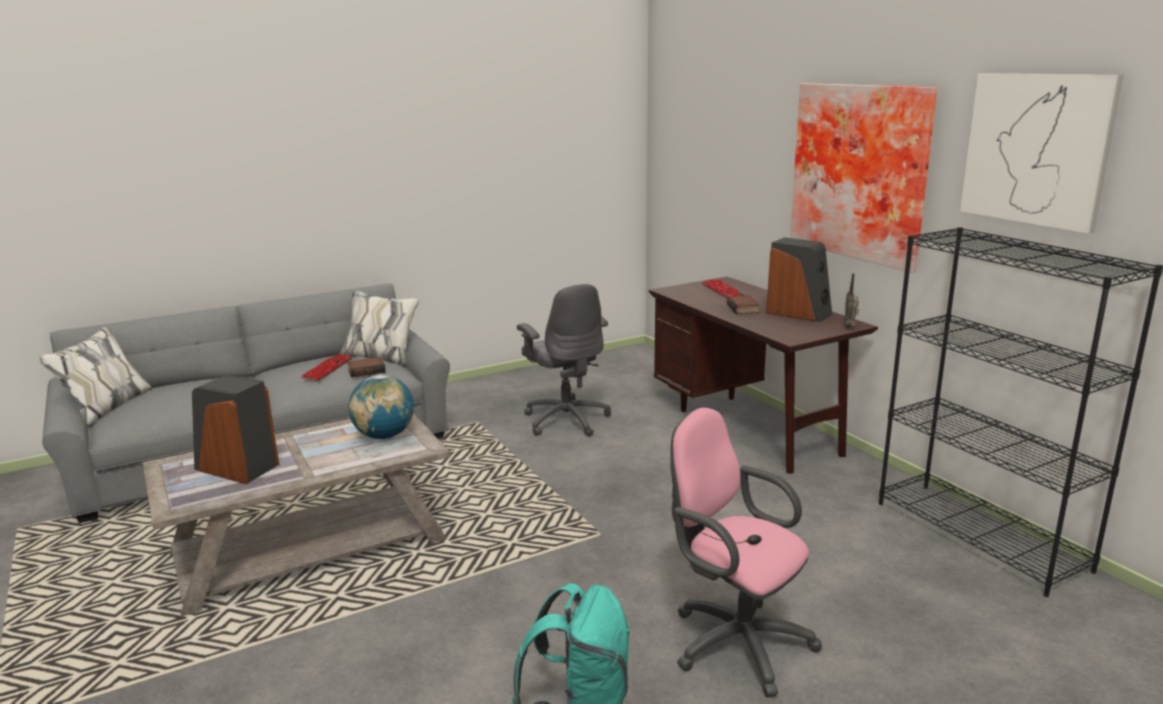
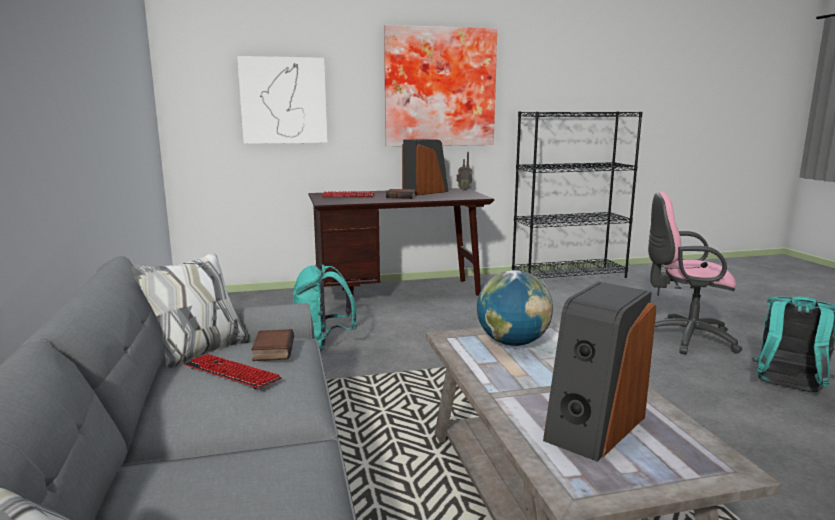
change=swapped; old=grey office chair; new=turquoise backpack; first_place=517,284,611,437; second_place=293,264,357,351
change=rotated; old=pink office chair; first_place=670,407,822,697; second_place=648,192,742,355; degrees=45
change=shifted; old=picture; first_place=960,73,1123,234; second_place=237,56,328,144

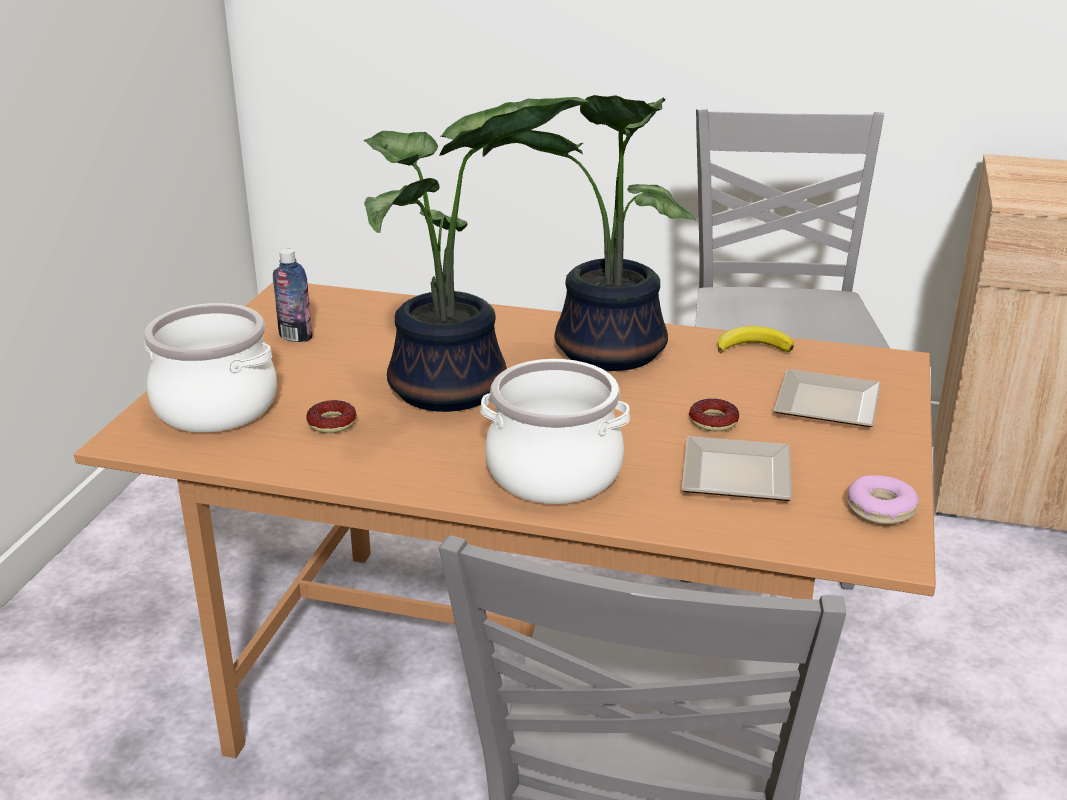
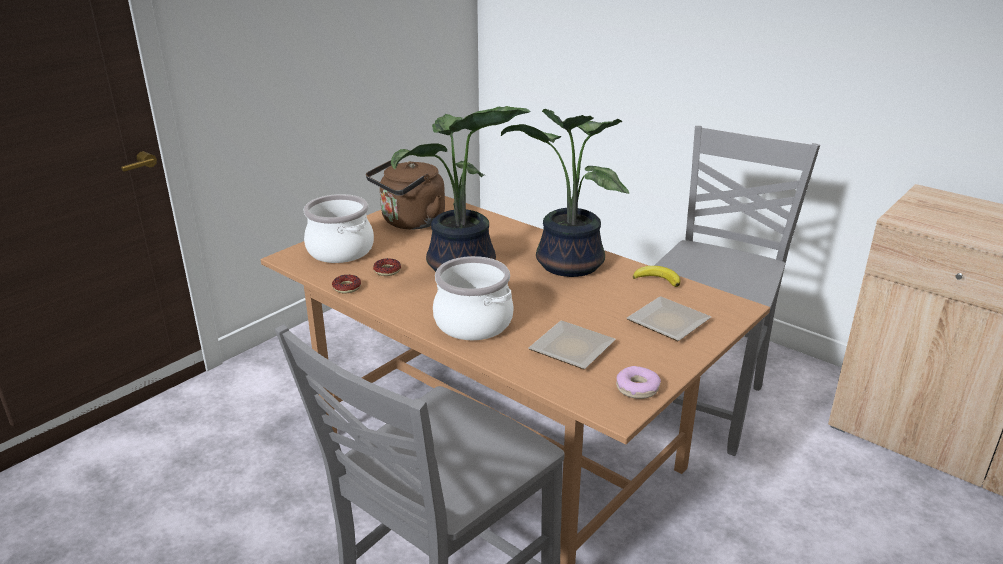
change=swapped; old=bottle; new=brown kettle; first_place=273,249,312,342; second_place=366,160,445,230
change=shifted; old=donut; first_place=689,399,739,432; second_place=332,275,361,293

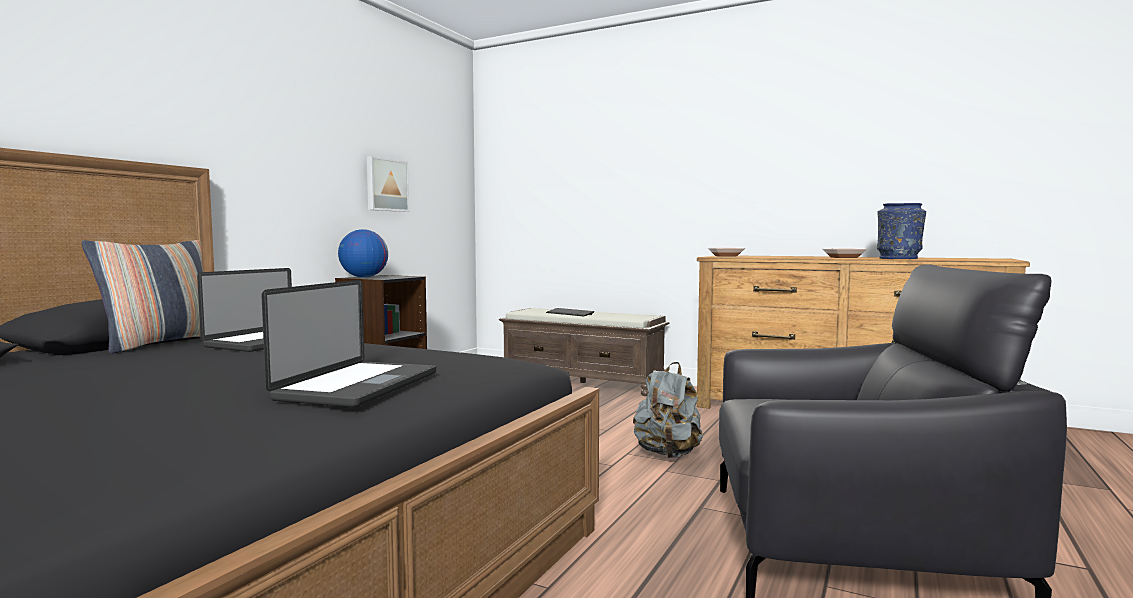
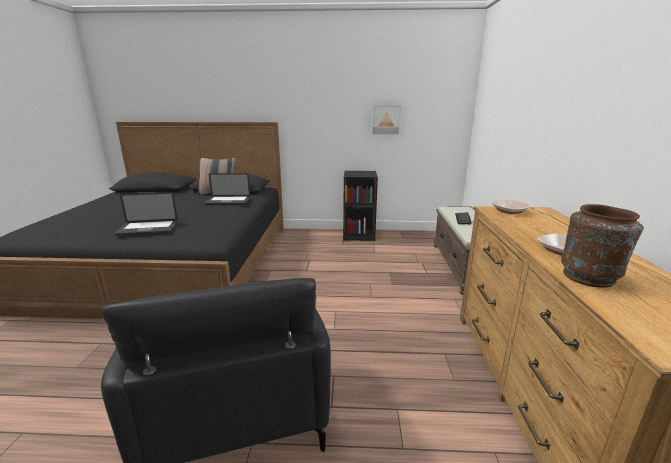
change=gone; old=globe; first_place=338,229,388,278
change=gone; old=grey backpack; first_place=633,362,703,458
change=repainted; old=blue vase; new=brown vase; first_place=877,203,926,259; second_place=561,204,644,287

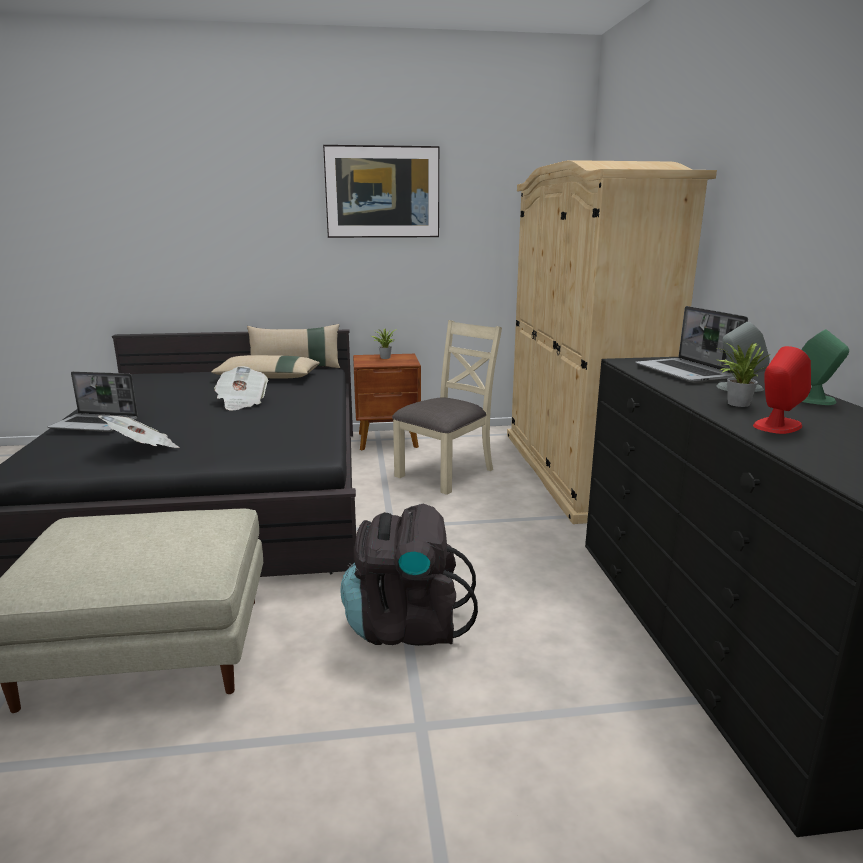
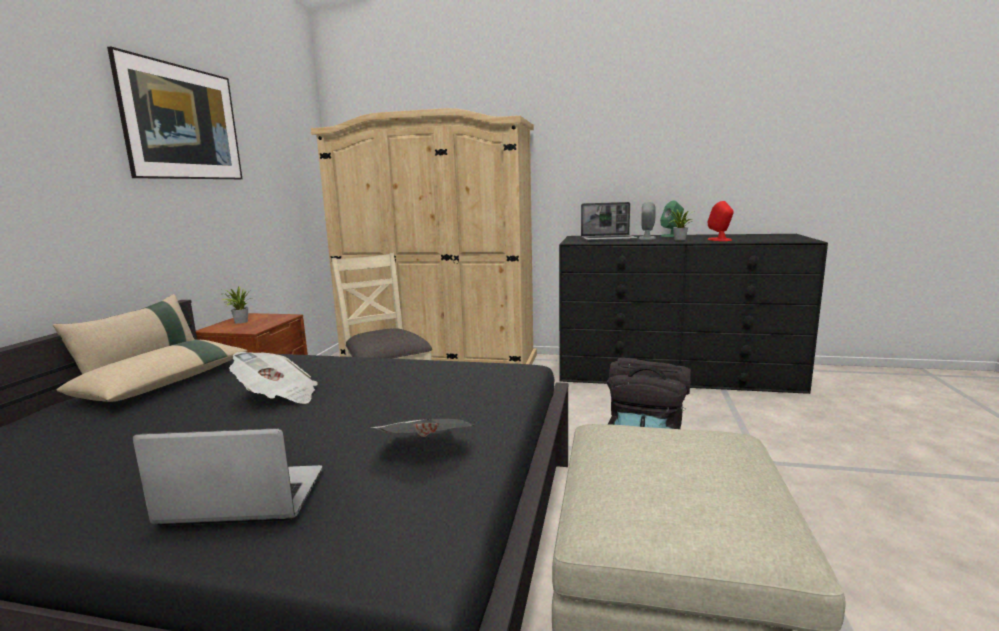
change=rotated; old=laptop; first_place=48,371,138,432; second_place=132,428,322,526; degrees=-120

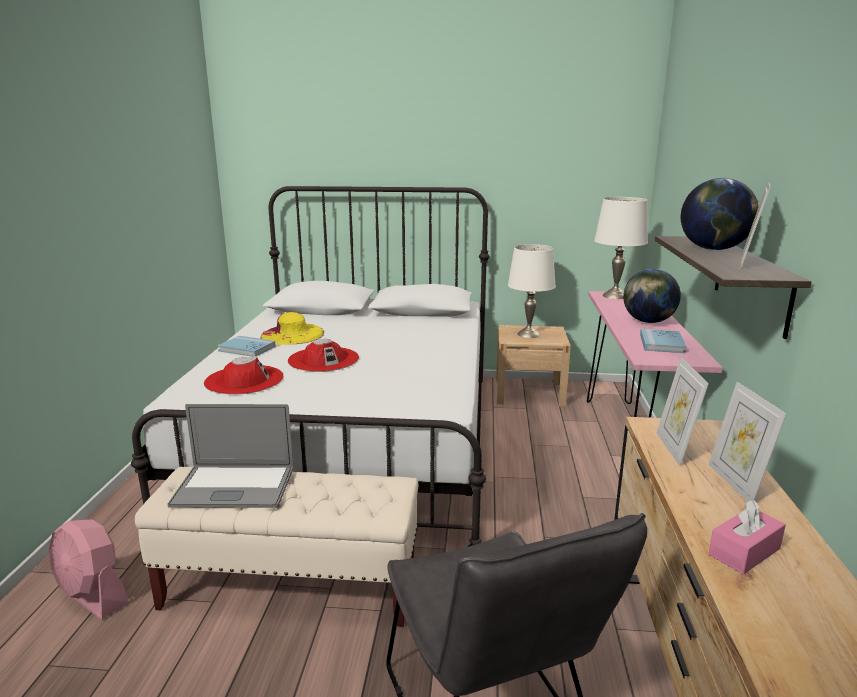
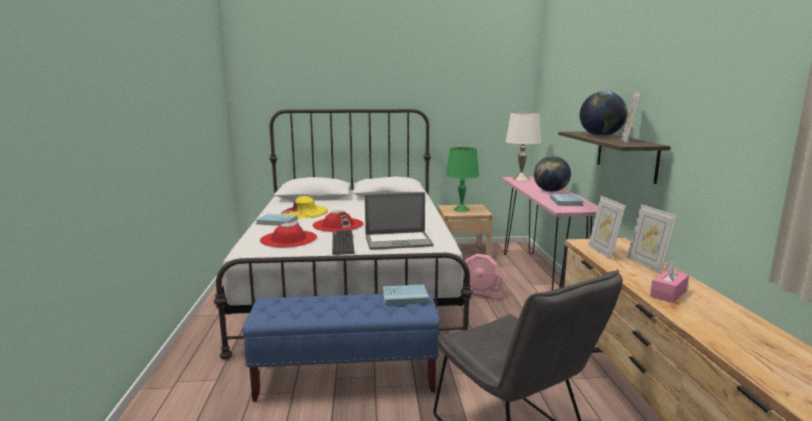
change=shifted; old=pink fan; first_place=49,519,129,620; second_place=464,254,504,300
change=repainted; old=beige bench; new=blue bench; first_place=135,467,418,627; second_place=243,292,440,402
change=shifted; old=laptop; first_place=167,404,293,508; second_place=365,192,434,250
change=repainted; old=white table lamp; new=green table lamp; first_place=508,244,556,338; second_place=446,147,479,212
change=new; new=keyboard; second_place=332,230,355,255
change=new; new=blue book; second_place=383,284,429,306

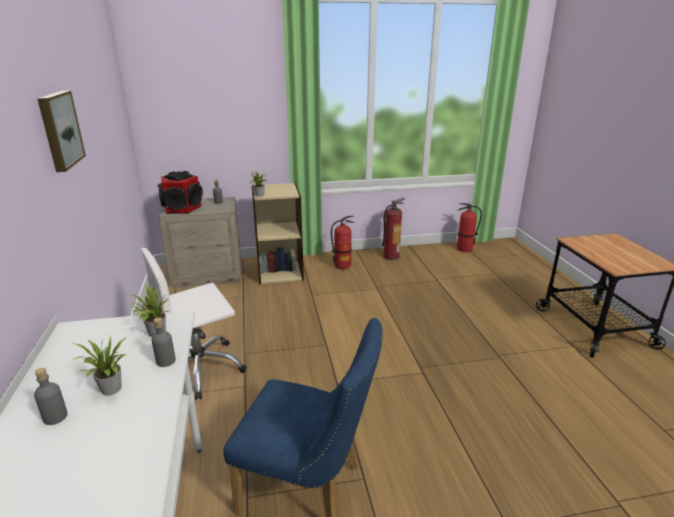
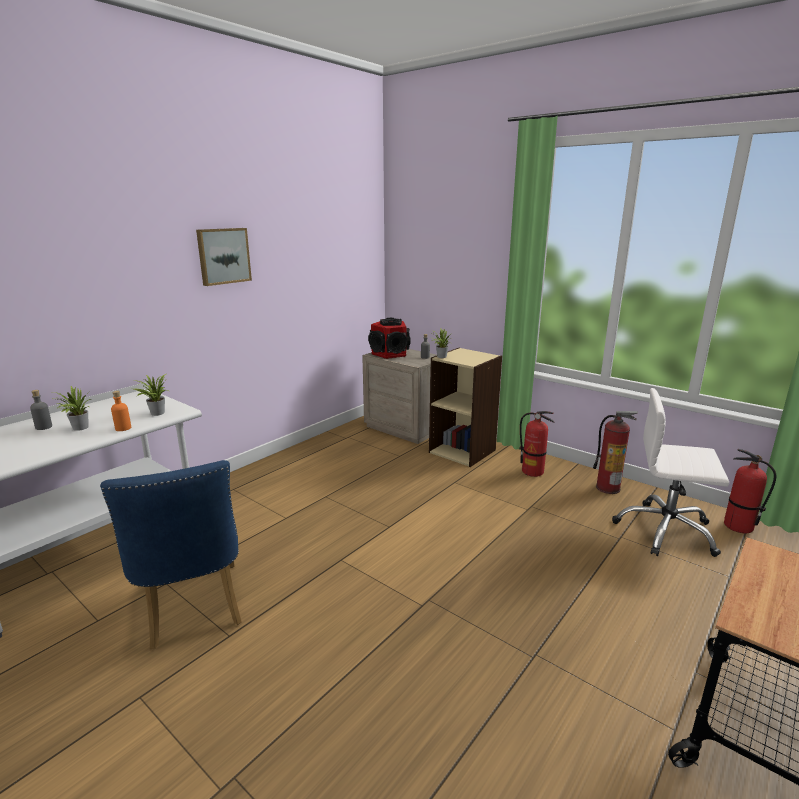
change=shifted; old=white office chair; first_place=141,248,247,400; second_place=612,388,729,557
change=repainted; old=grey bottle; new=orange bottle; first_place=152,317,176,367; second_place=111,391,131,431

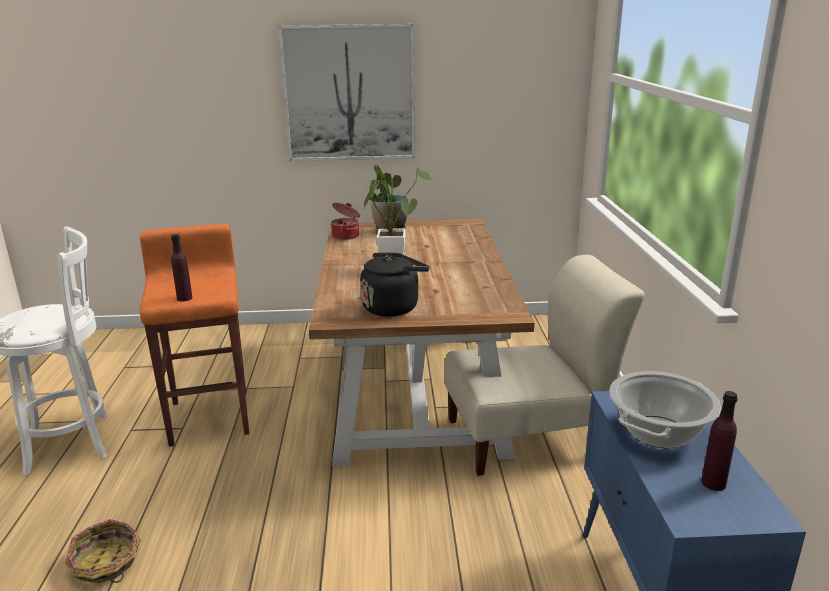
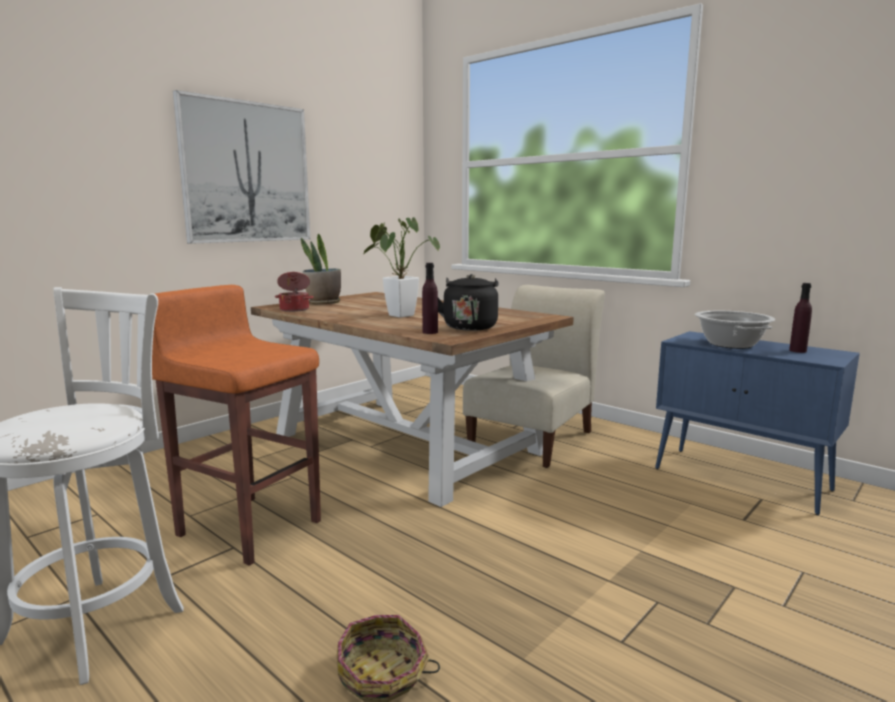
change=shifted; old=purple bottle; first_place=171,234,193,302; second_place=422,263,438,334

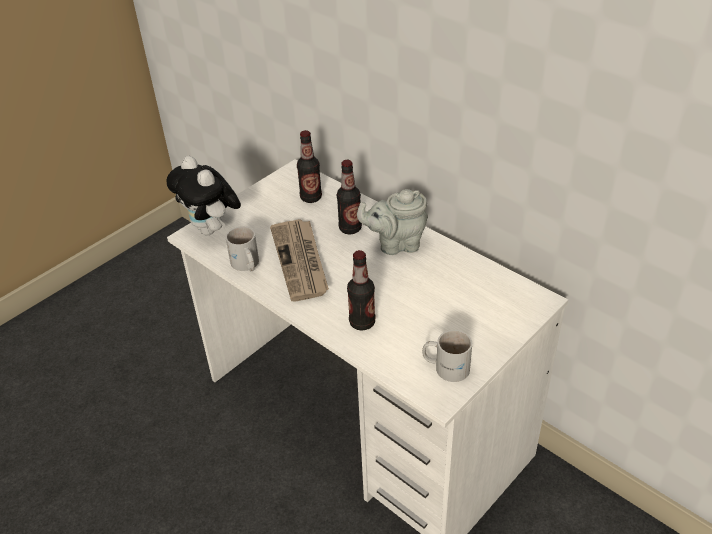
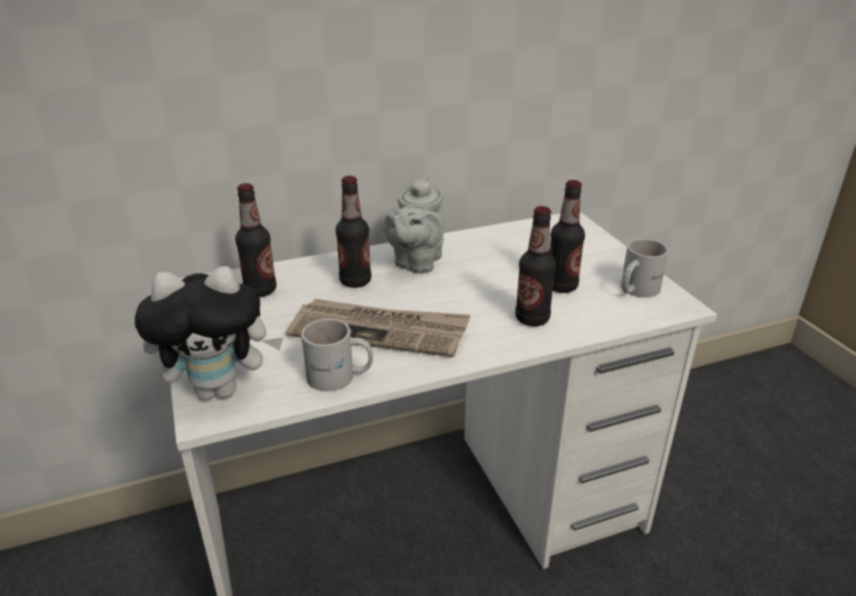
change=new; new=bottle; second_place=550,180,585,293

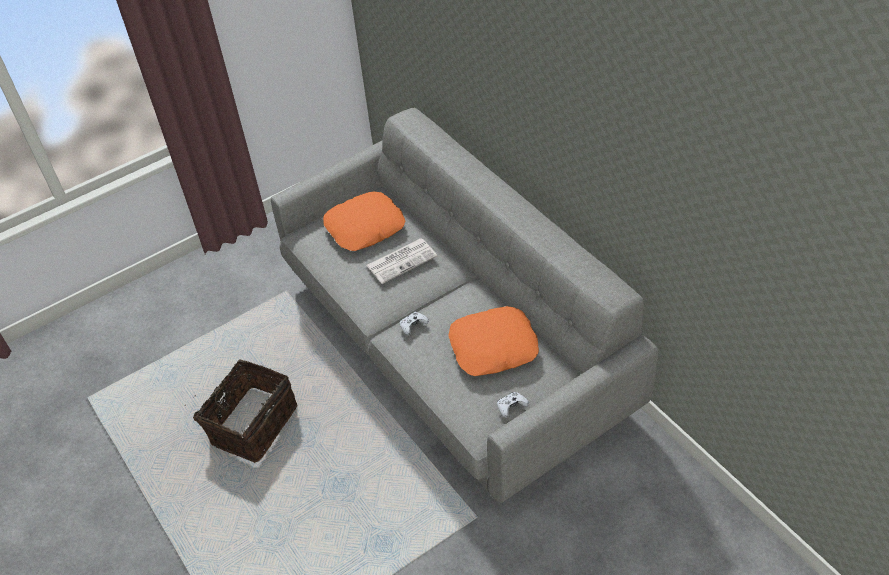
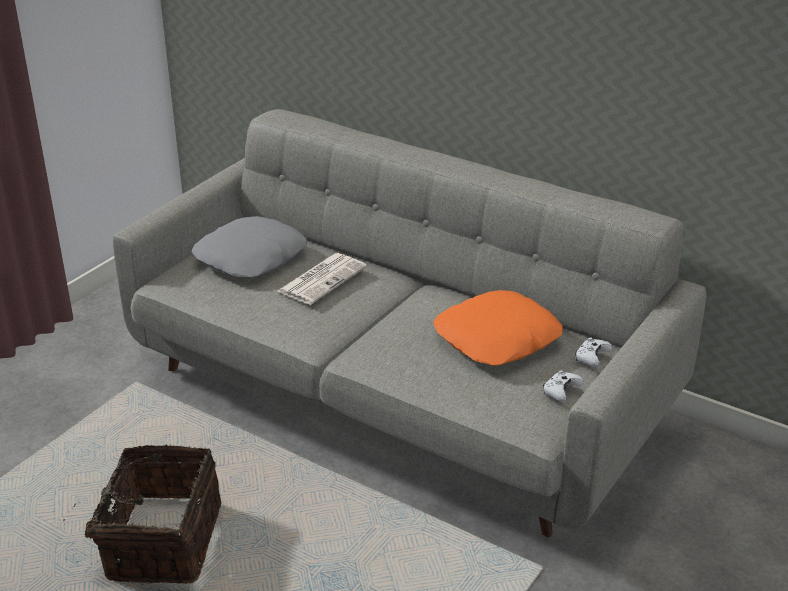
change=repainted; old=orange pillow; new=grey pillow; first_place=323,192,405,251; second_place=192,216,307,278
change=shifted; old=white game controller; first_place=399,312,429,335; second_place=575,338,612,367

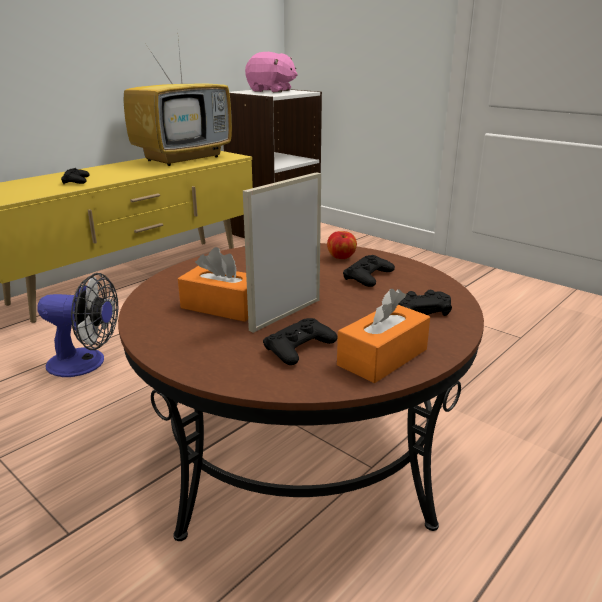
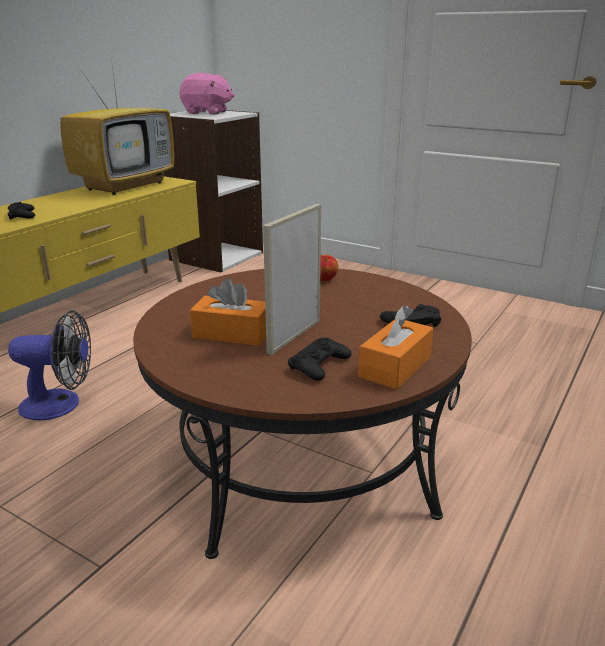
change=gone; old=black game controller; first_place=343,255,395,287

